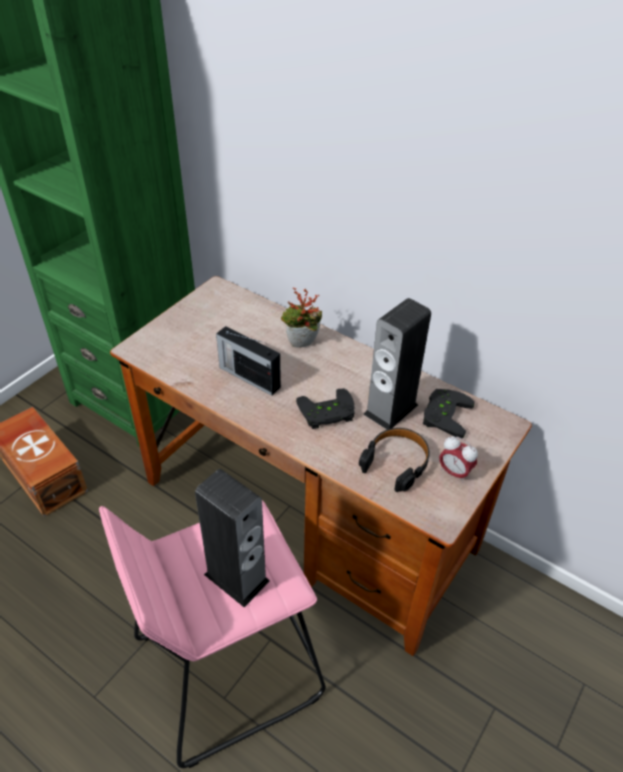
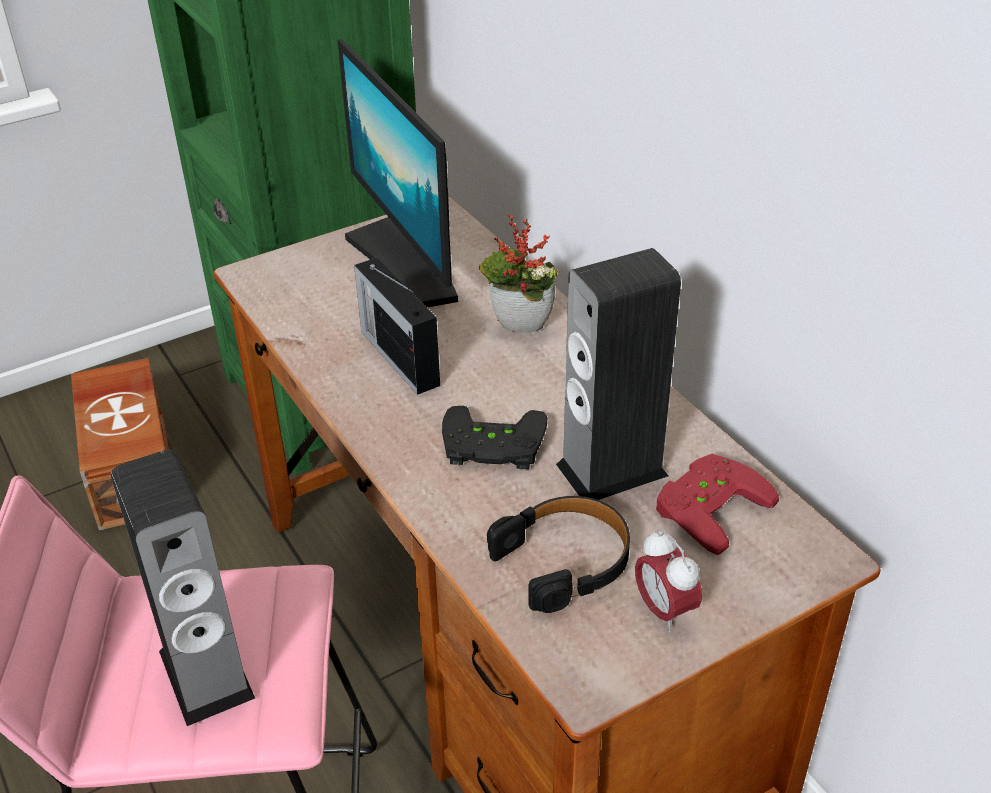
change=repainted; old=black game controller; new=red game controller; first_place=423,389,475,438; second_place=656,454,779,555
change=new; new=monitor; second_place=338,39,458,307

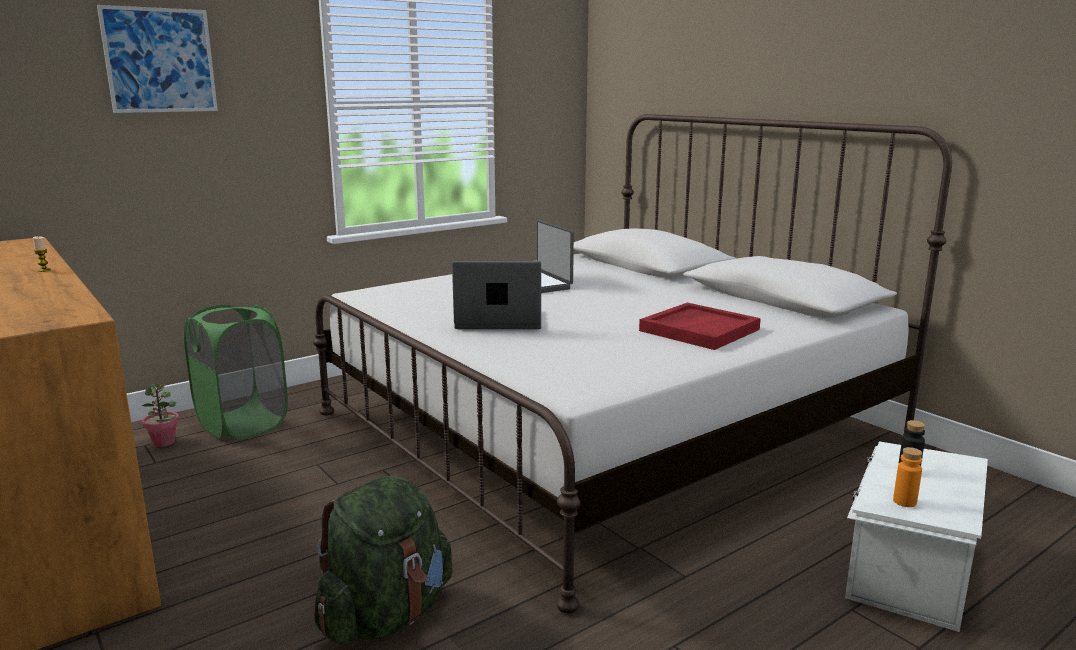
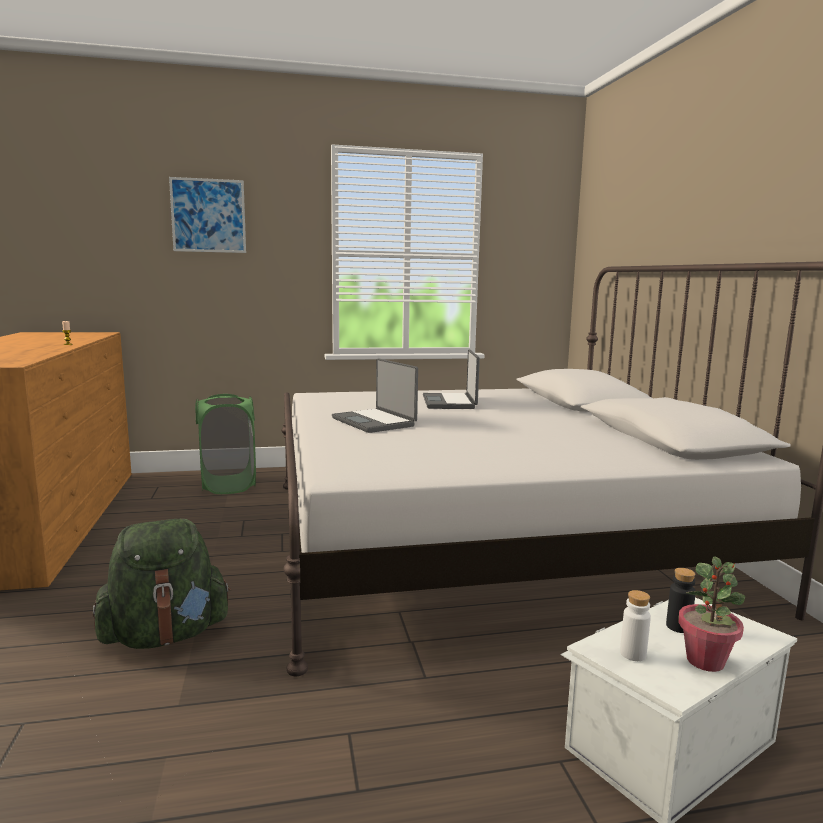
change=shifted; old=potted plant; first_place=142,383,179,447; second_place=678,556,745,672
change=rotated; old=laptop; first_place=452,261,541,329; second_place=332,358,418,433; degrees=-150
change=gone; old=red tray; first_place=639,303,761,350
change=repainted; old=orange bottle; new=white bottle; first_place=893,447,922,507; second_place=620,590,651,661

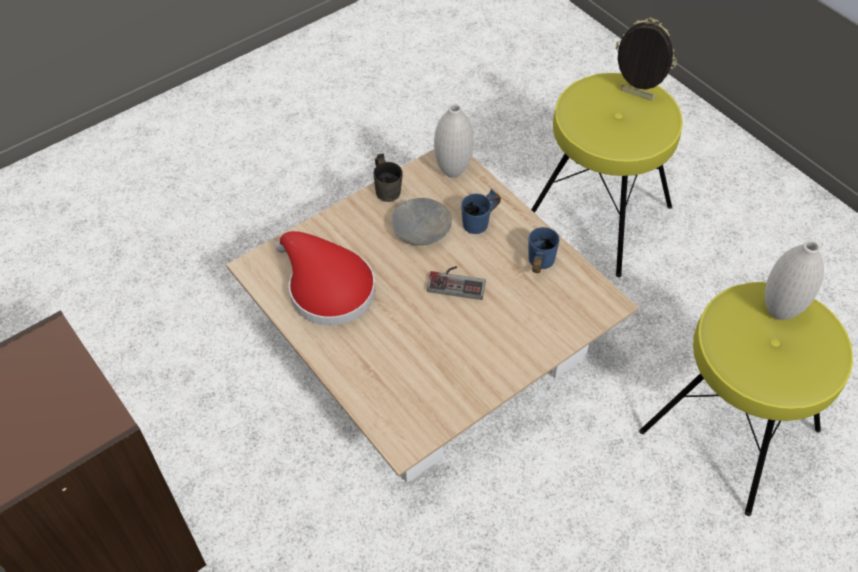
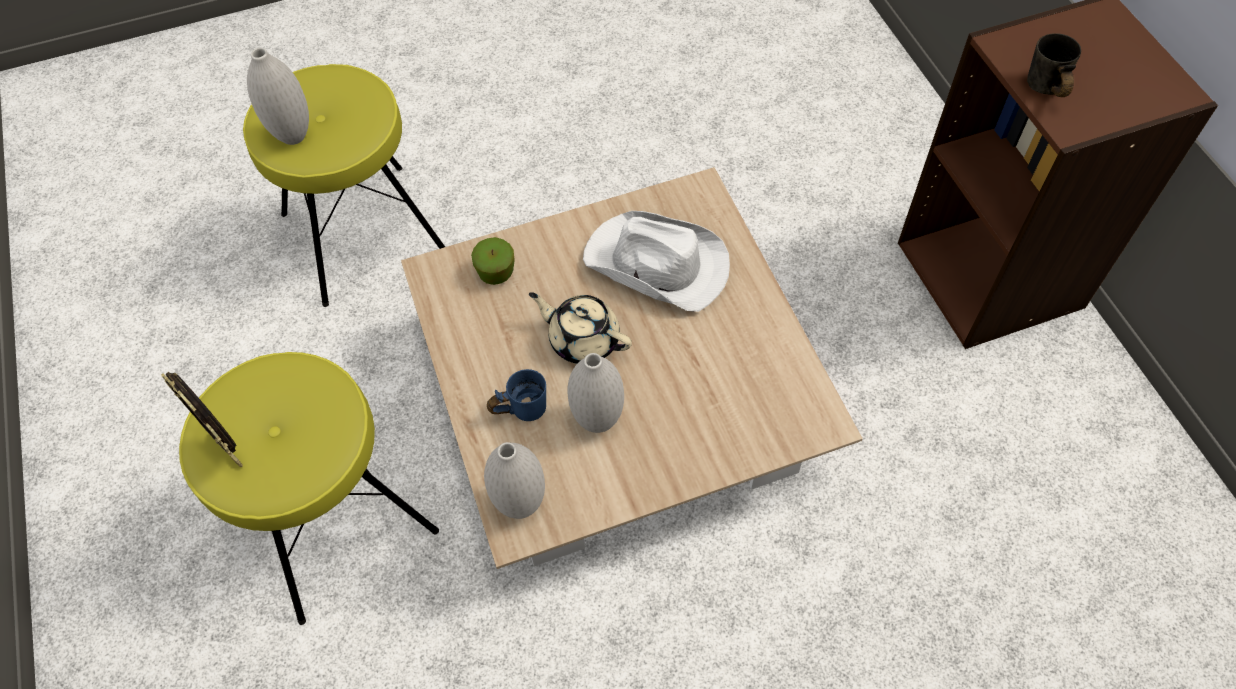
change=gone; old=red hat; first_place=275,231,375,326
change=shifted; old=grey mug; first_place=373,153,403,202; second_place=1027,33,1081,97
change=swapped; old=grey bowl; new=white vase; first_place=392,198,452,245; second_place=567,353,624,433
change=swapped; old=game controller; new=beige teapot; first_place=427,266,486,300; second_place=529,292,632,364
change=gone; old=blue mug; first_place=528,227,559,273
change=new; new=apple; second_place=471,237,515,285
change=new; new=white hat; second_place=583,211,730,312

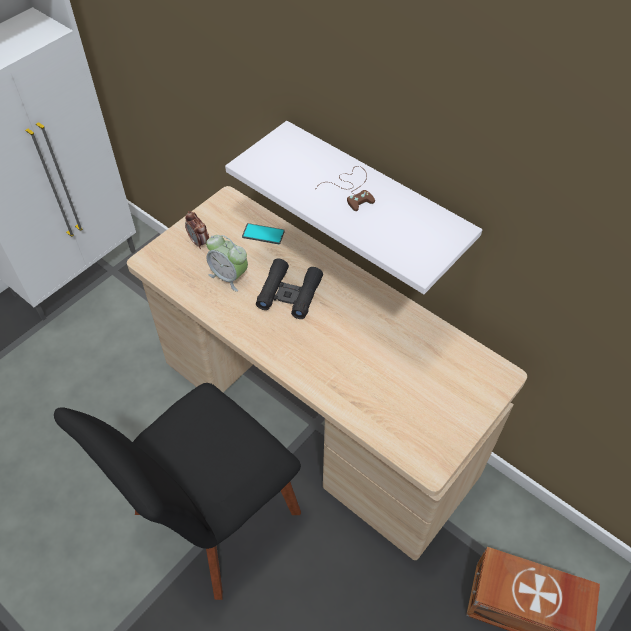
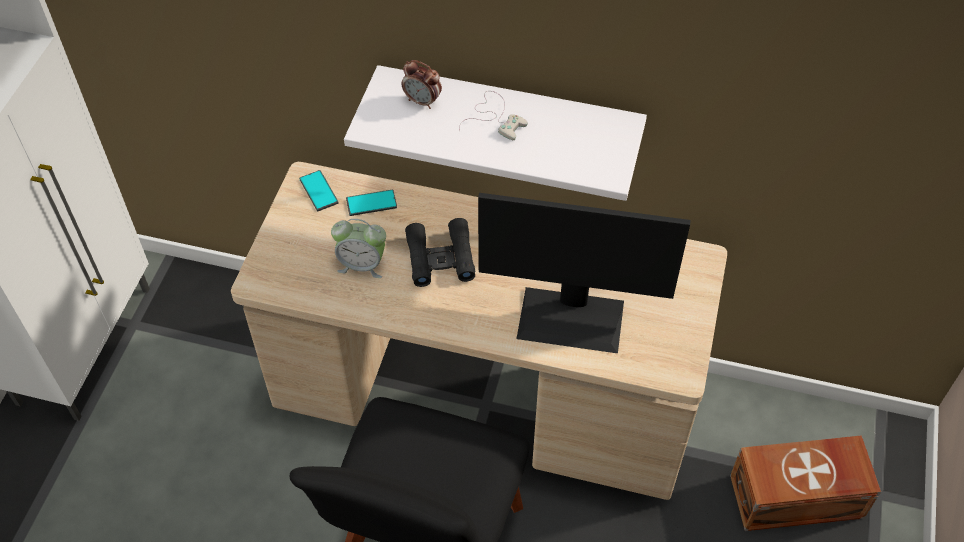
change=shifted; old=alarm clock; first_place=185,211,209,249; second_place=402,60,442,109
change=repainted; old=brown game controller; new=white game controller; first_place=315,166,375,211; second_place=459,91,528,140
change=new; new=phone; second_place=299,170,339,211
change=new; new=monitor; second_place=478,193,691,353

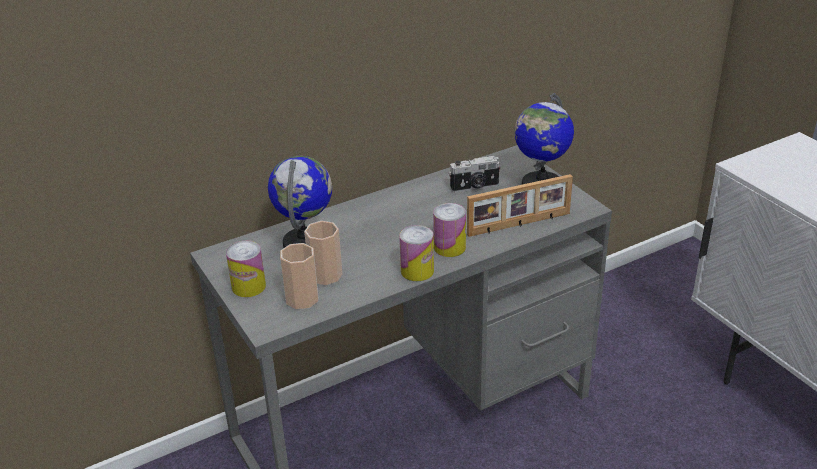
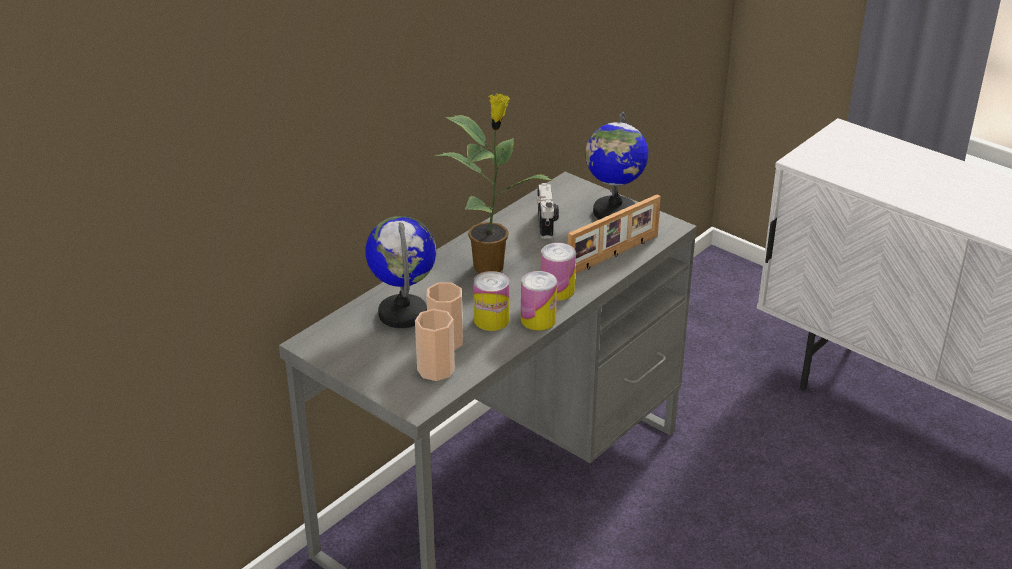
change=shifted; old=can; first_place=226,241,266,297; second_place=473,271,509,331
change=rotated; old=photo camera; first_place=449,156,501,193; second_place=537,183,559,239; degrees=-60
change=new; new=potted plant; second_place=434,93,554,273

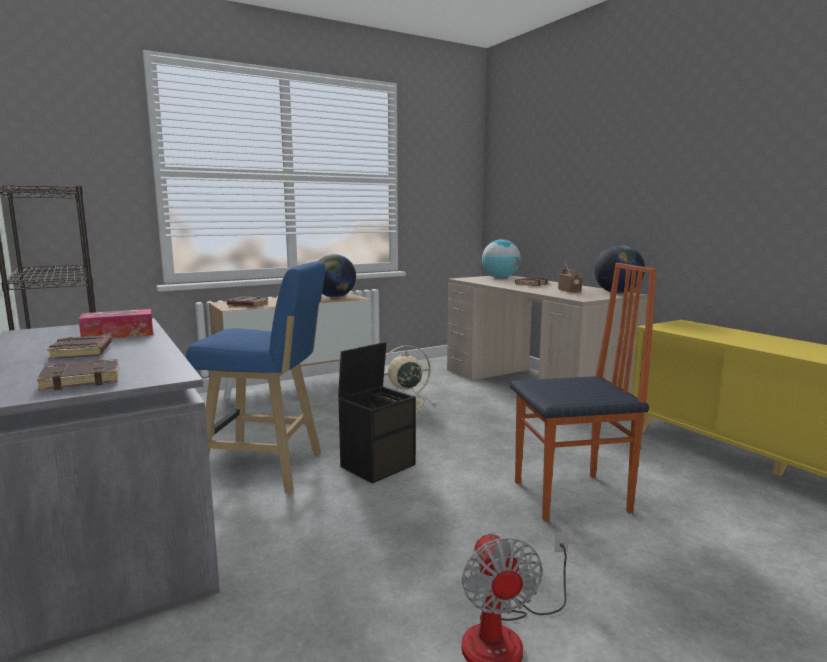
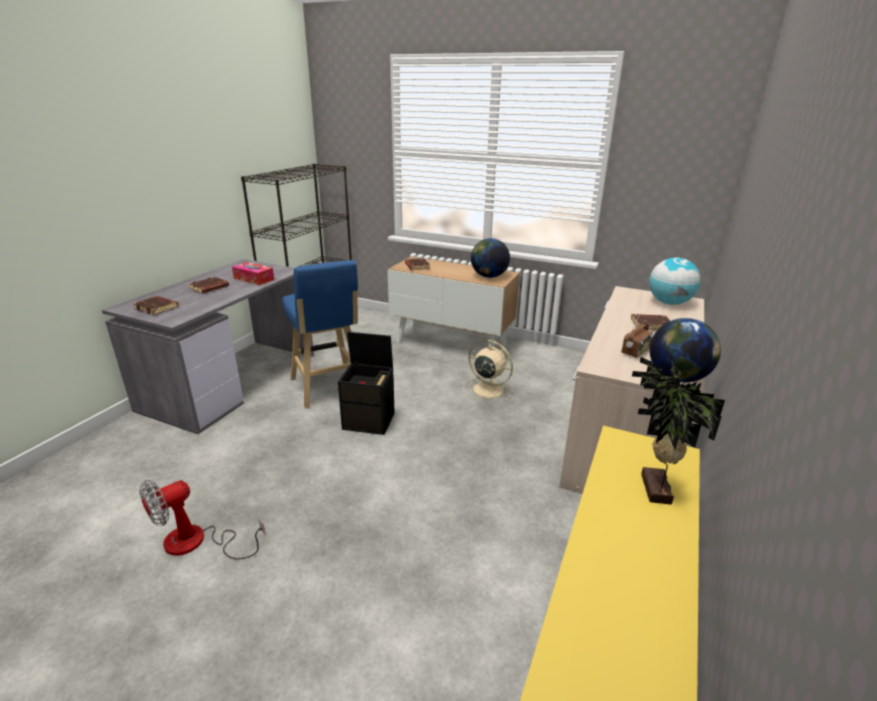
change=gone; old=chair; first_place=510,263,656,521
change=new; new=potted plant; second_place=632,355,725,504

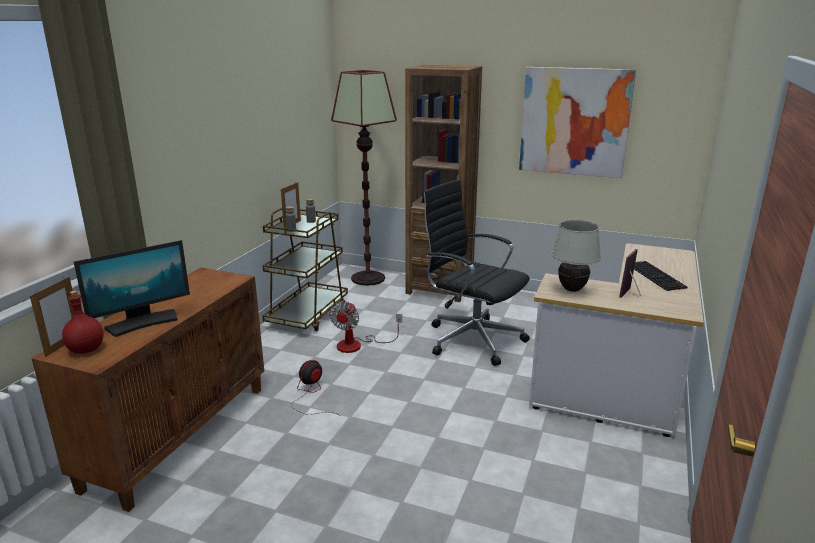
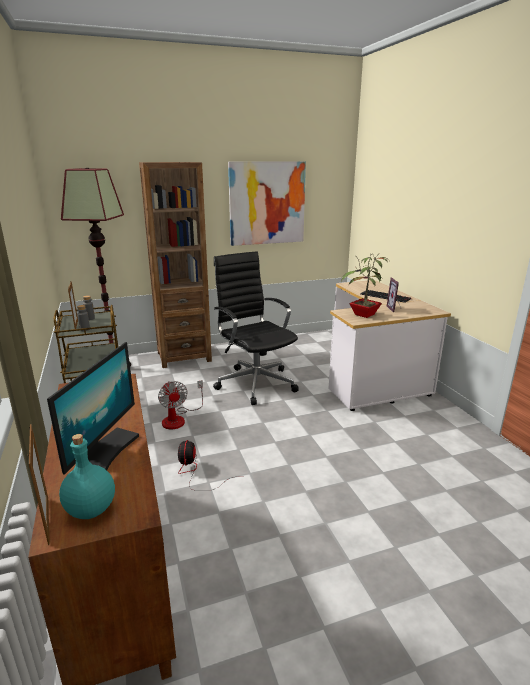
change=repainted; old=red bottle; new=turquoise bottle; first_place=62,291,104,354; second_place=59,434,115,519
change=rotated; old=black office chair; first_place=422,179,530,366; second_place=213,251,298,405; degrees=60
change=swapped; old=white table lamp; new=potted plant; first_place=551,220,601,292; second_place=341,254,388,318

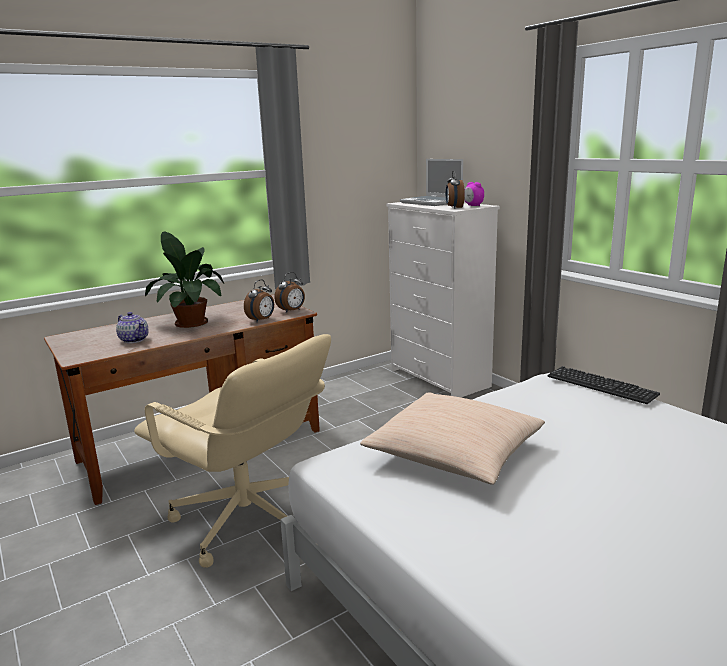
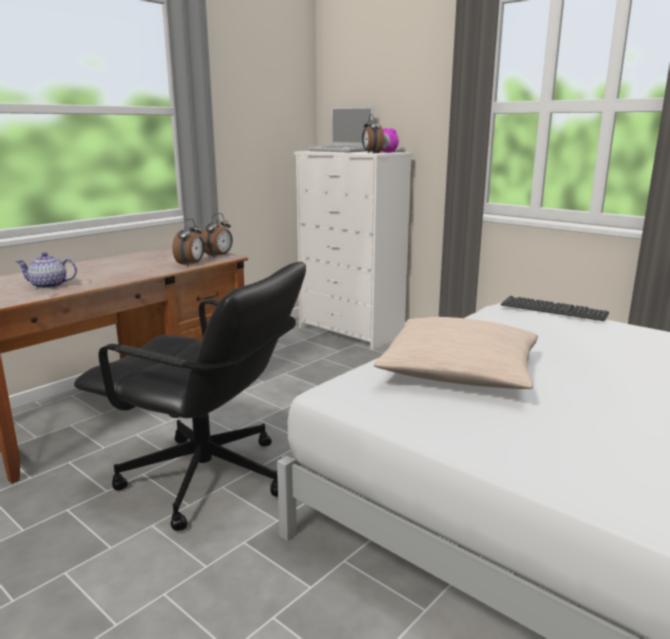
change=rotated; old=teapot; first_place=116,312,148,343; second_place=15,252,77,289; degrees=150
change=repainted; old=beige office chair; new=black office chair; first_place=134,334,331,568; second_place=74,262,306,531
change=gone; old=potted plant; first_place=145,231,224,328

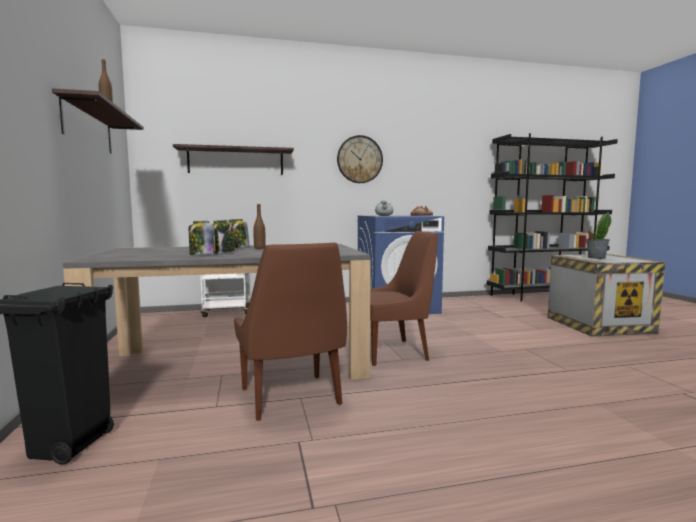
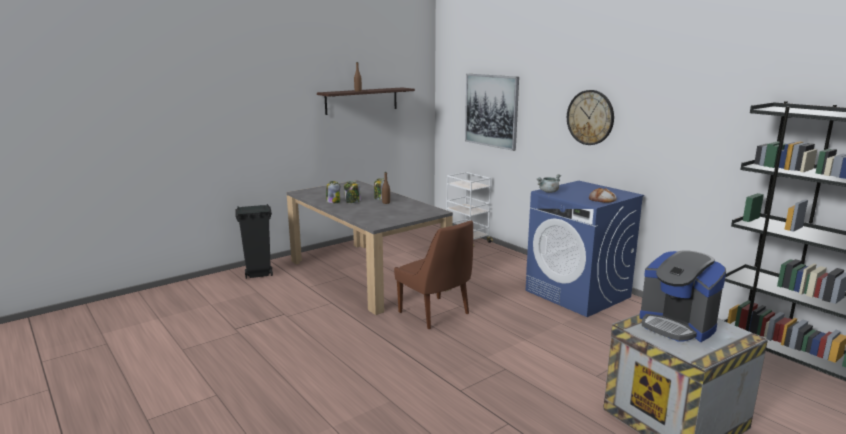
change=swapped; old=shelf; new=picture; first_place=173,144,294,175; second_place=465,74,519,151
change=gone; old=brown chair; first_place=234,243,347,421
change=swapped; old=potted plant; new=coffee machine; first_place=586,212,611,259; second_place=639,250,726,342

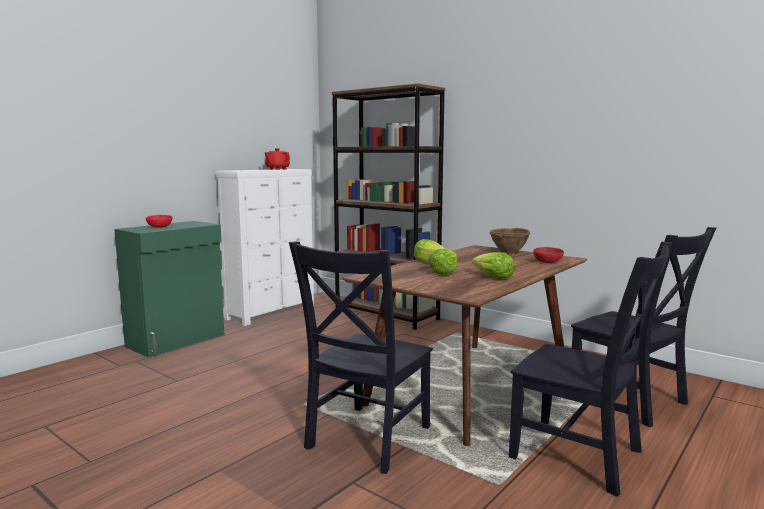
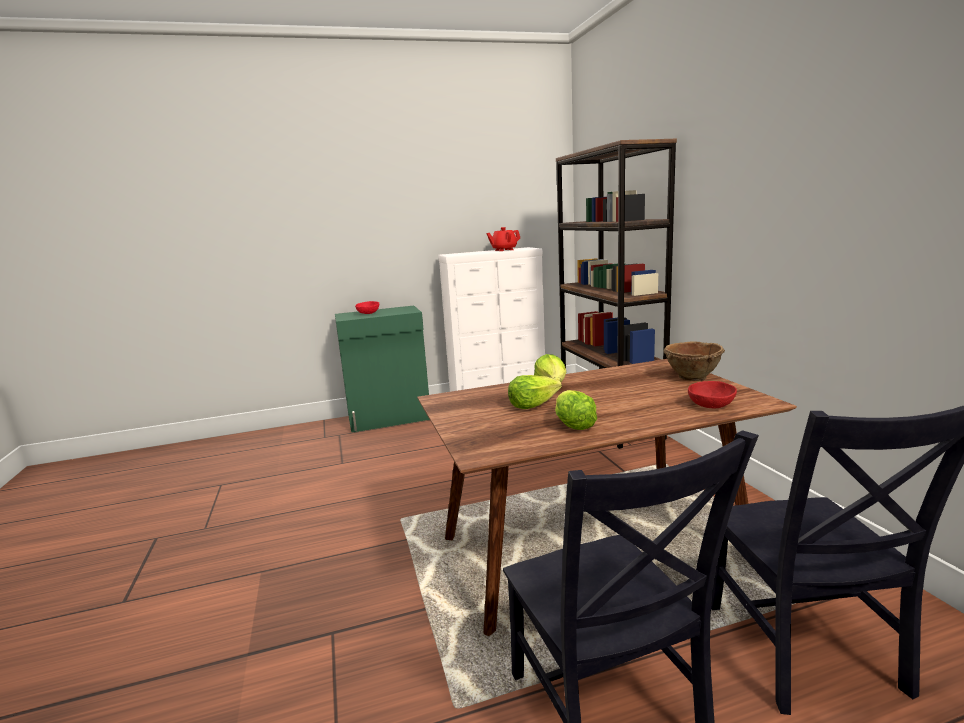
change=gone; old=black chair; first_place=289,241,433,474

